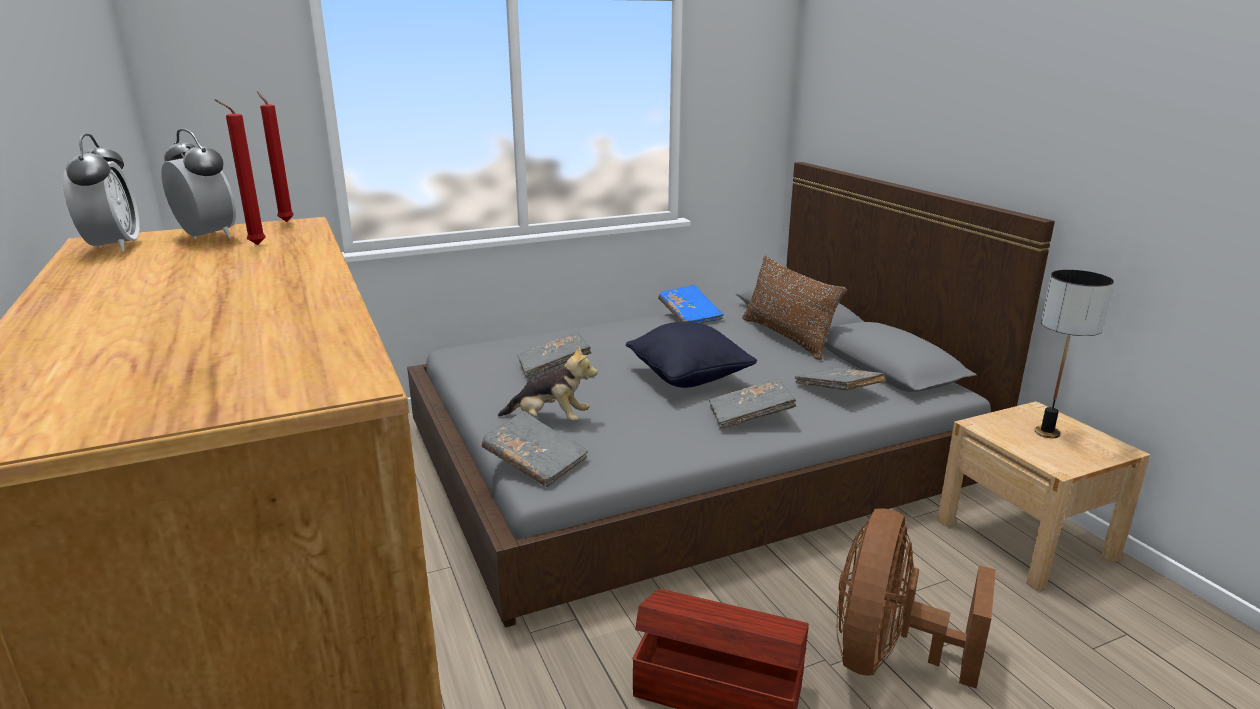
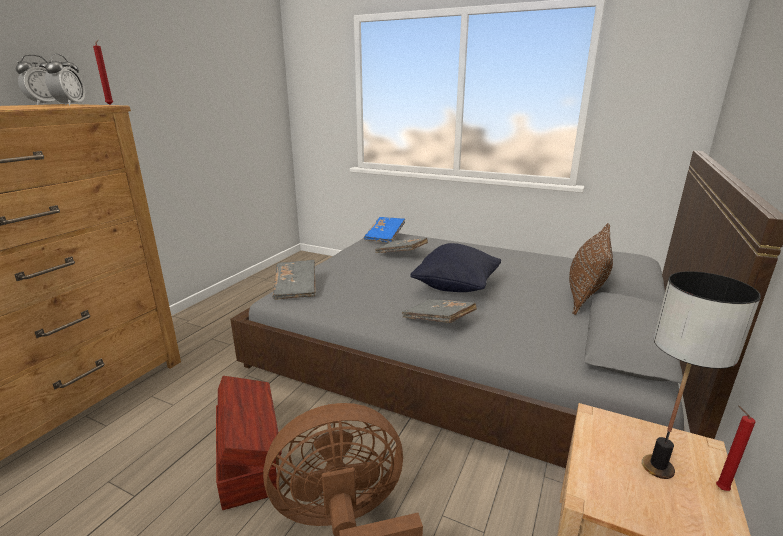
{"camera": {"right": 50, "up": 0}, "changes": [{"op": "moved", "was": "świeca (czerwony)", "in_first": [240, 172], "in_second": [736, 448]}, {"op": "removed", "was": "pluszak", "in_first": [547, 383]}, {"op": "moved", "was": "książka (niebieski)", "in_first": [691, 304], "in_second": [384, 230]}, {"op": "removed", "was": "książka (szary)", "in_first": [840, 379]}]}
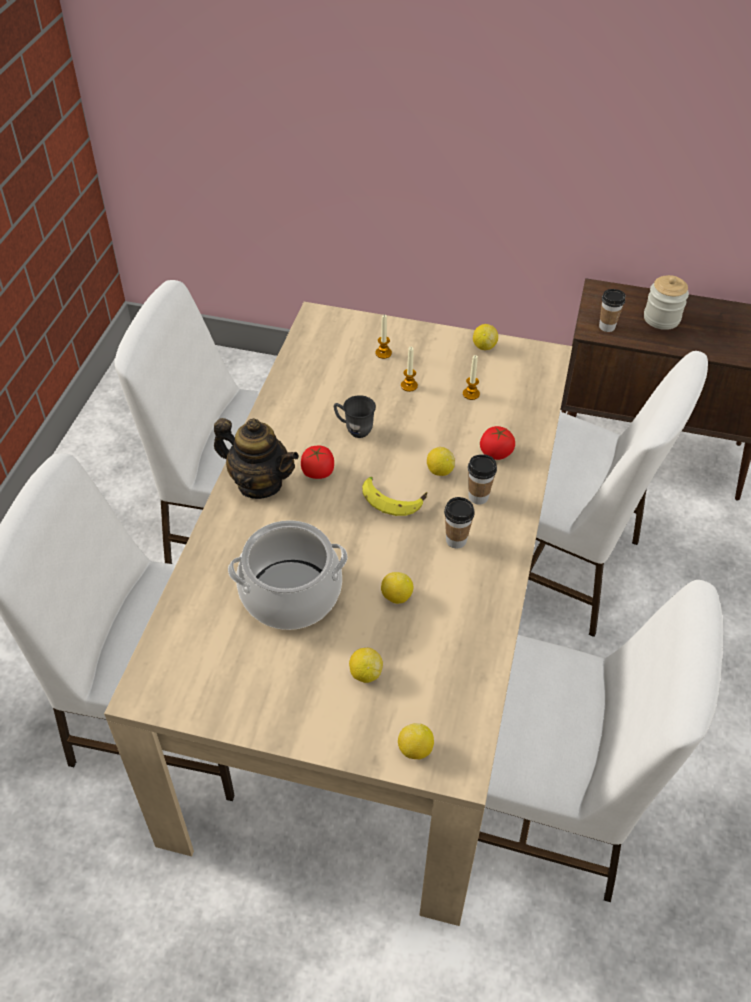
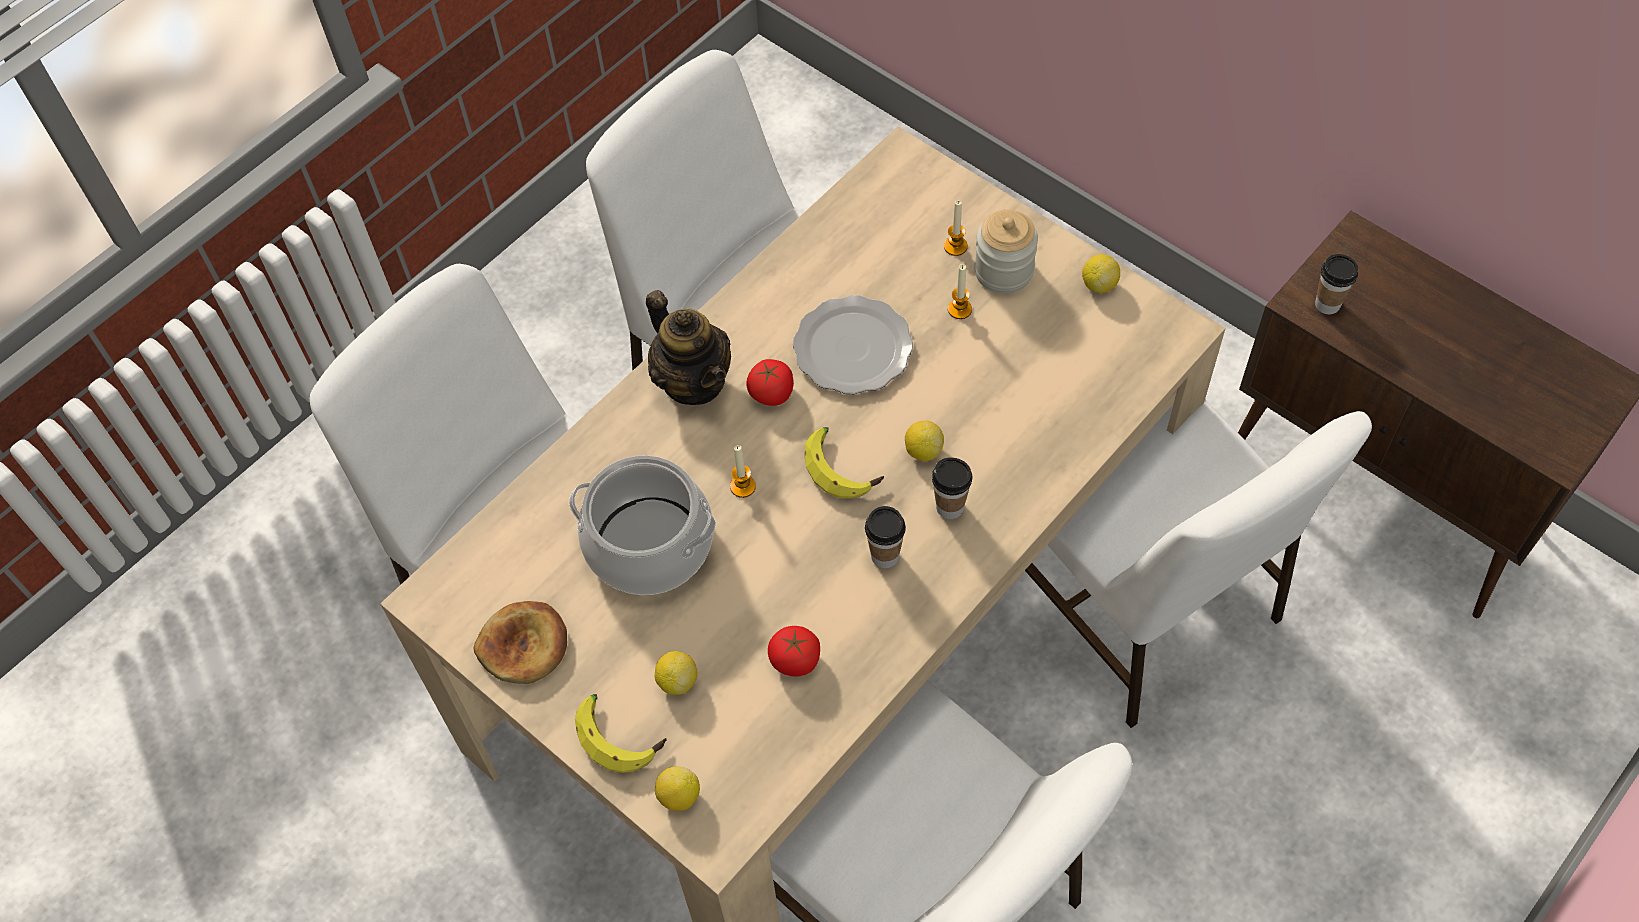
{"camera": {"right": 30, "up": 10}, "changes": [{"op": "replaced", "was": "kubek (szary)", "now": "talerz", "in_first": [355, 416], "in_second": [853, 344]}, {"op": "removed", "was": "cytryna", "in_first": [397, 588]}, {"op": "moved", "was": "świeca", "in_first": [471, 377], "in_second": [743, 471]}, {"op": "moved", "was": "pomidor", "in_first": [497, 443], "in_second": [794, 651]}, {"op": "moved", "was": "słoik", "in_first": [666, 302], "in_second": [1006, 251]}, {"op": "added", "now": "chleb", "in_second": [520, 642]}, {"op": "added", "now": "banan", "in_second": [621, 733]}]}
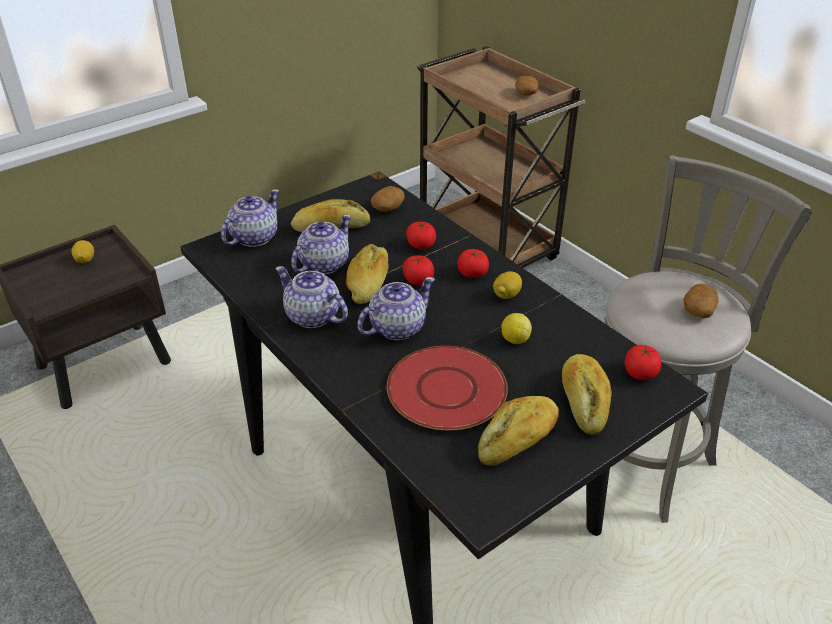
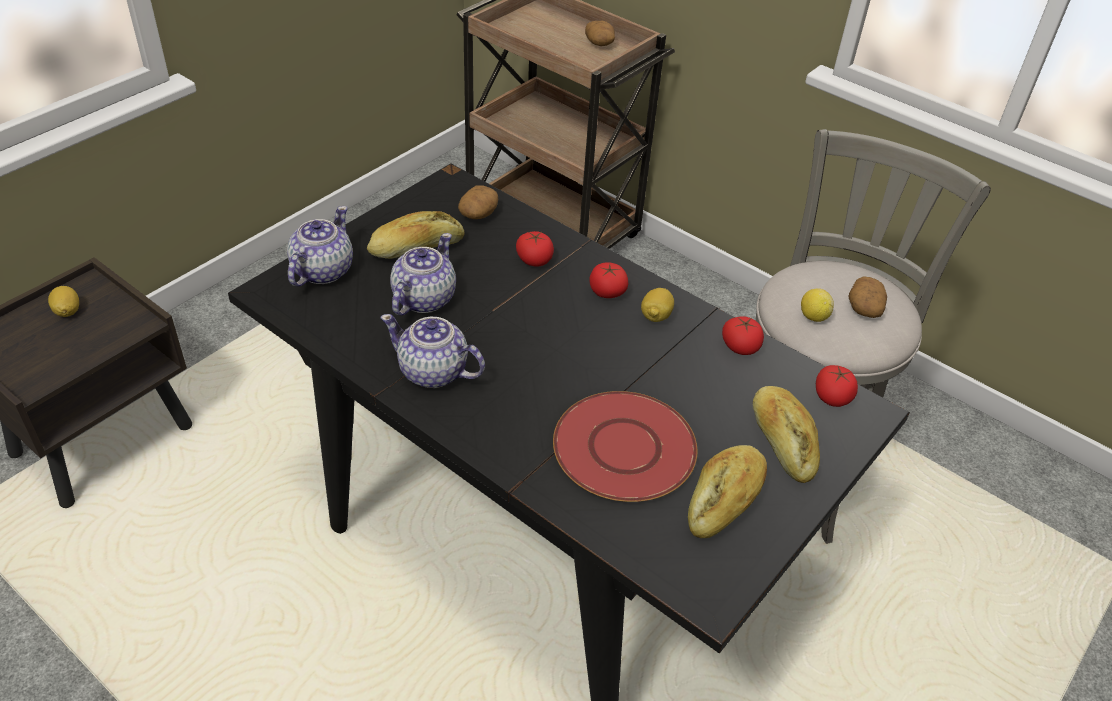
{"camera": {"right": -15, "up": 5}, "changes": [{"op": "removed", "was": "chleb", "in_first": [367, 274]}, {"op": "removed", "was": "imbryk", "in_first": [396, 308]}, {"op": "moved", "was": "pomidor", "in_first": [418, 270], "in_second": [743, 335]}, {"op": "moved", "was": "cytryna", "in_first": [517, 328], "in_second": [817, 305]}]}
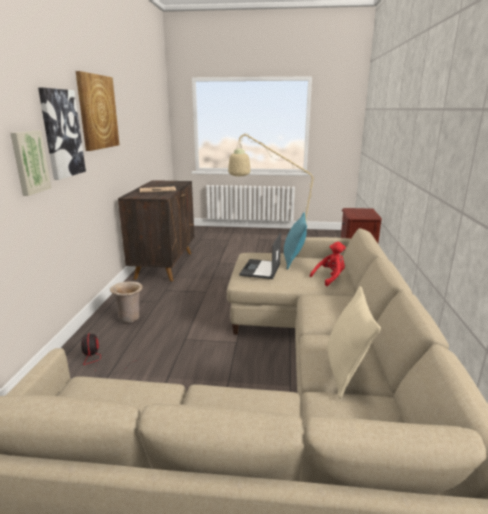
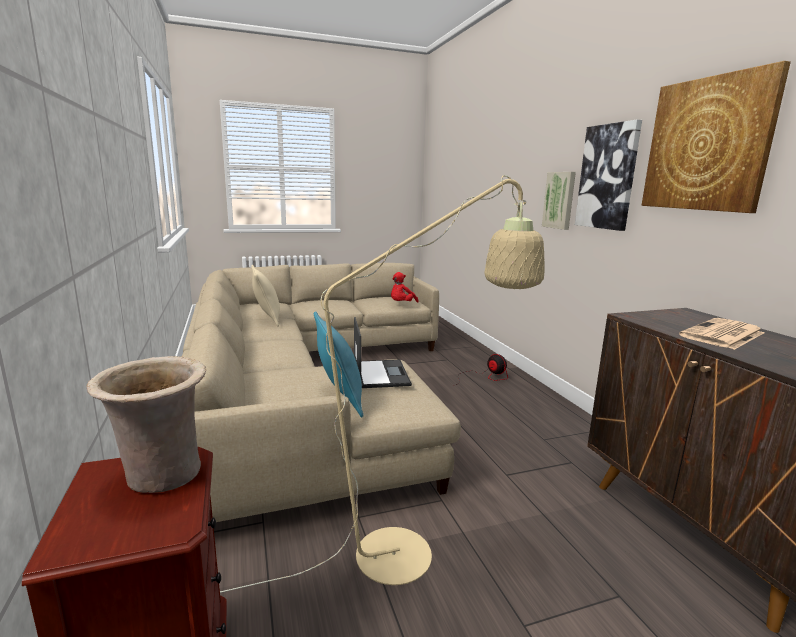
{"camera": {"right": 155, "up": -5}, "changes": [{"op": "moved", "was": "wazon (beżowy)", "in_first": [126, 302], "in_second": [146, 424]}, {"op": "moved", "was": "pluszak (czerwony)", "in_first": [328, 264], "in_second": [405, 287]}]}
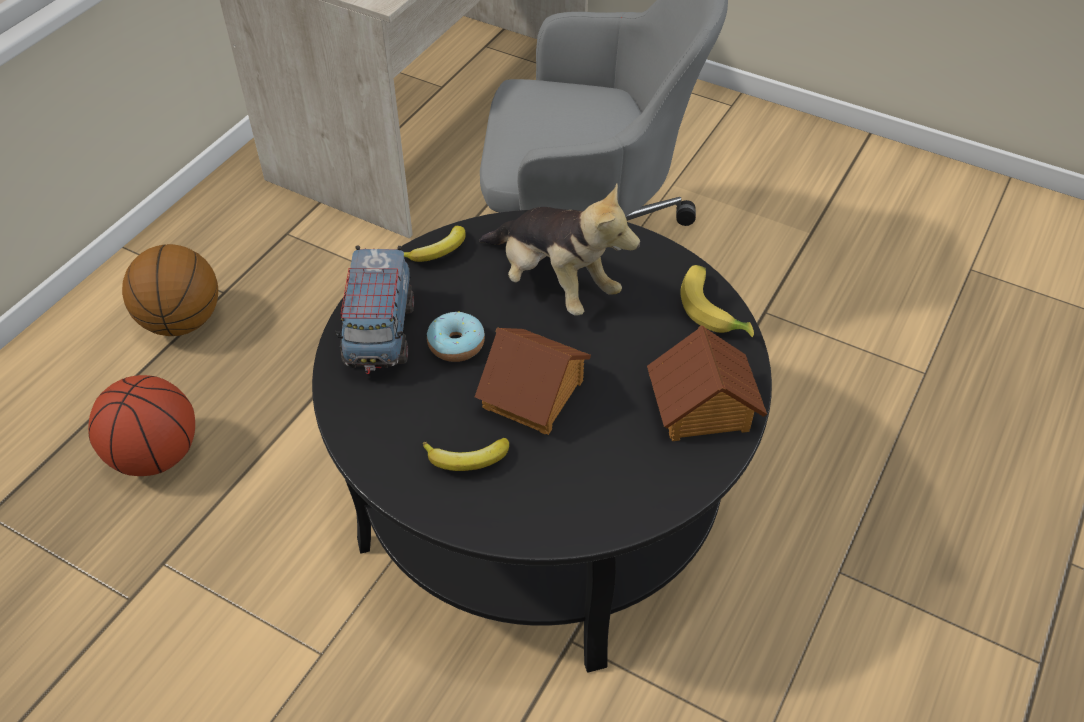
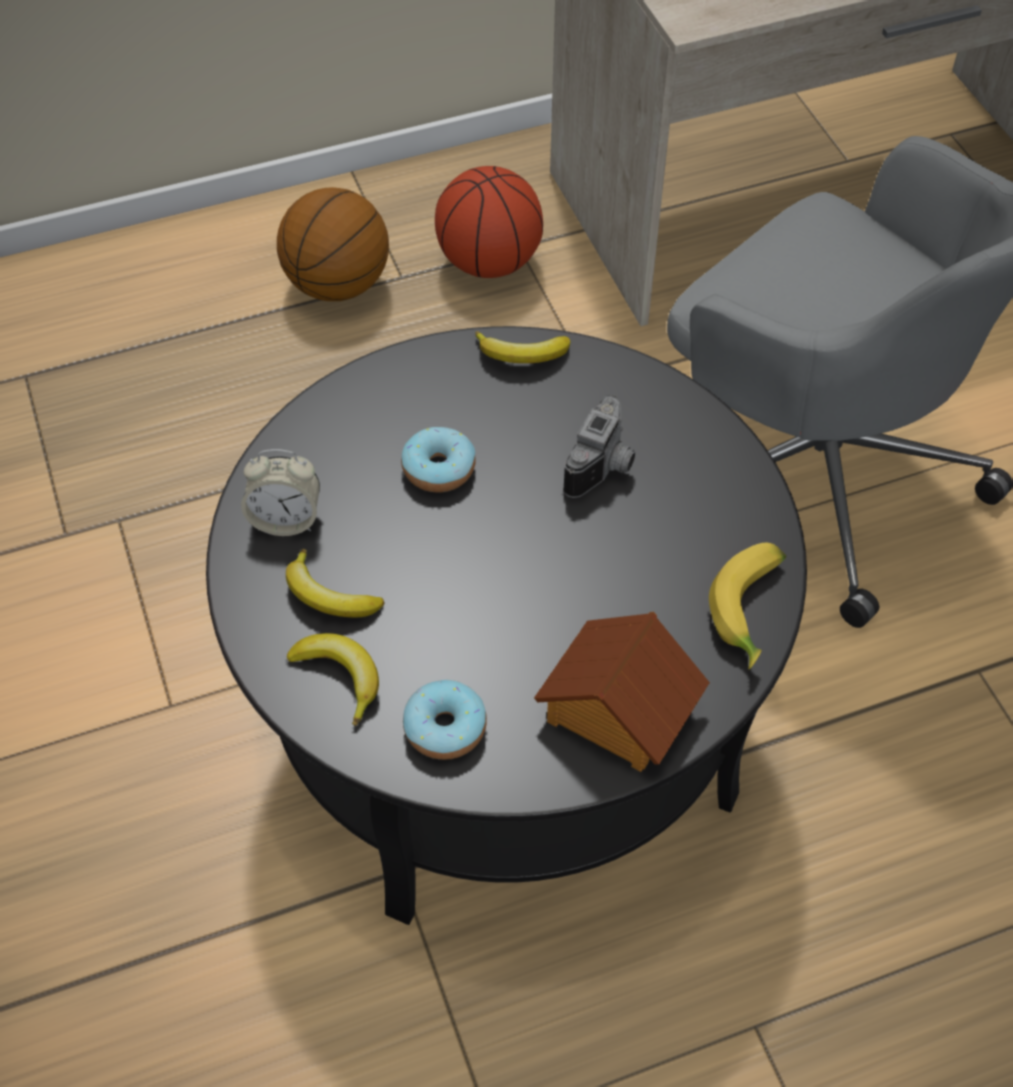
{"camera": {"right": 40, "up": 5}, "changes": [{"op": "moved", "was": "piłka do koszykówki", "in_first": [141, 425], "in_second": [489, 222]}, {"op": "removed", "was": "ciężarówka zabawkowa", "in_first": [374, 309]}, {"op": "removed", "was": "domek", "in_first": [533, 381]}, {"op": "replaced", "was": "pluszak", "now": "aparat fotograficzny", "in_first": [559, 249], "in_second": [599, 446]}, {"op": "added", "now": "budzik", "in_second": [280, 492]}, {"op": "added", "now": "banan", "in_second": [333, 679]}, {"op": "added", "now": "donut", "in_second": [445, 720]}]}
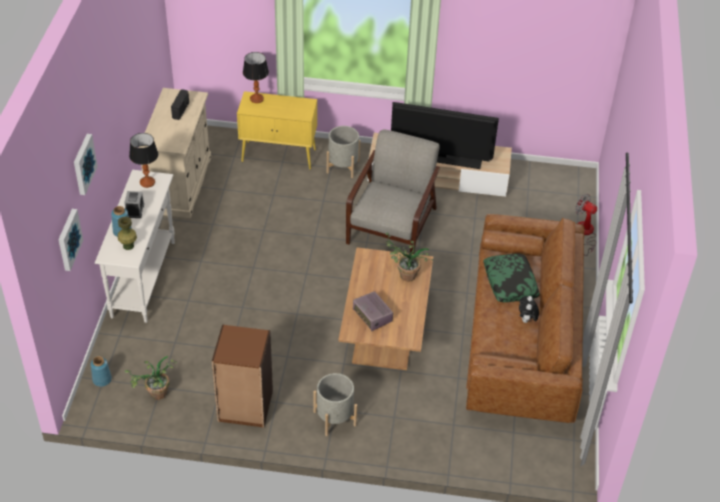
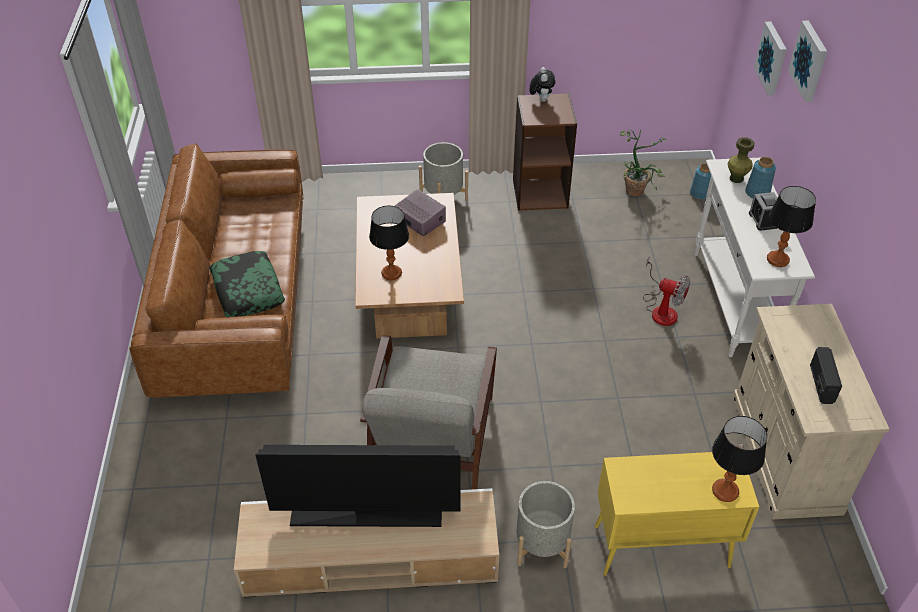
{"camera": {"right": 170, "up": 0}, "changes": [{"op": "replaced", "was": "roślina doniczkowa", "now": "lampa stołowa", "in_first": [409, 257], "in_second": [389, 243]}, {"op": "moved", "was": "pluszak", "in_first": [529, 309], "in_second": [542, 84]}, {"op": "moved", "was": "wentylator", "in_first": [586, 225], "in_second": [666, 291]}]}
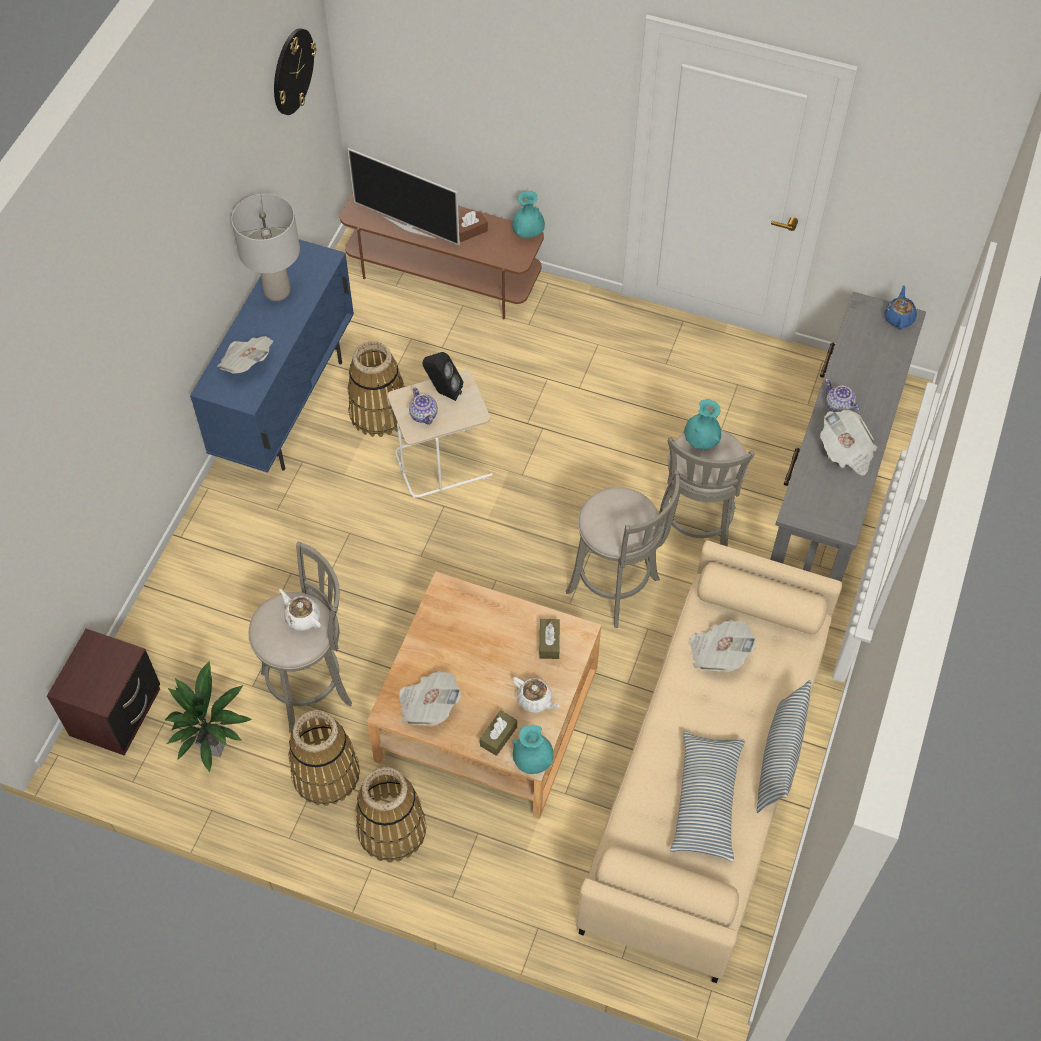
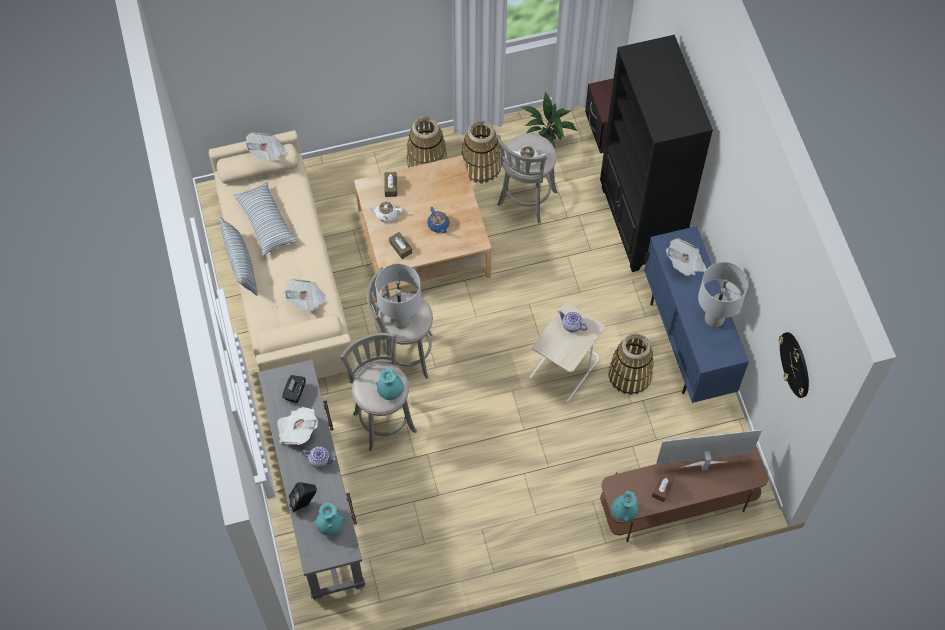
{"camera": {"right": 145, "up": 5}, "changes": [{"op": "moved", "was": "gazeta", "in_first": [430, 698], "in_second": [266, 147]}, {"op": "moved", "was": "głośnik (czarny)", "in_first": [443, 376], "in_second": [303, 497]}, {"op": "moved", "was": "wazon (turkusowy)", "in_first": [533, 749], "in_second": [329, 519]}, {"op": "moved", "was": "imbryk (niebieski)", "in_first": [900, 307], "in_second": [438, 220]}, {"op": "added", "now": "pudełko chusteczek (czarny)", "in_second": [294, 389]}, {"op": "added", "now": "lampa stołowa (szary)", "in_second": [398, 296]}, {"op": "added", "now": "regał (czarny)", "in_second": [656, 153]}]}
